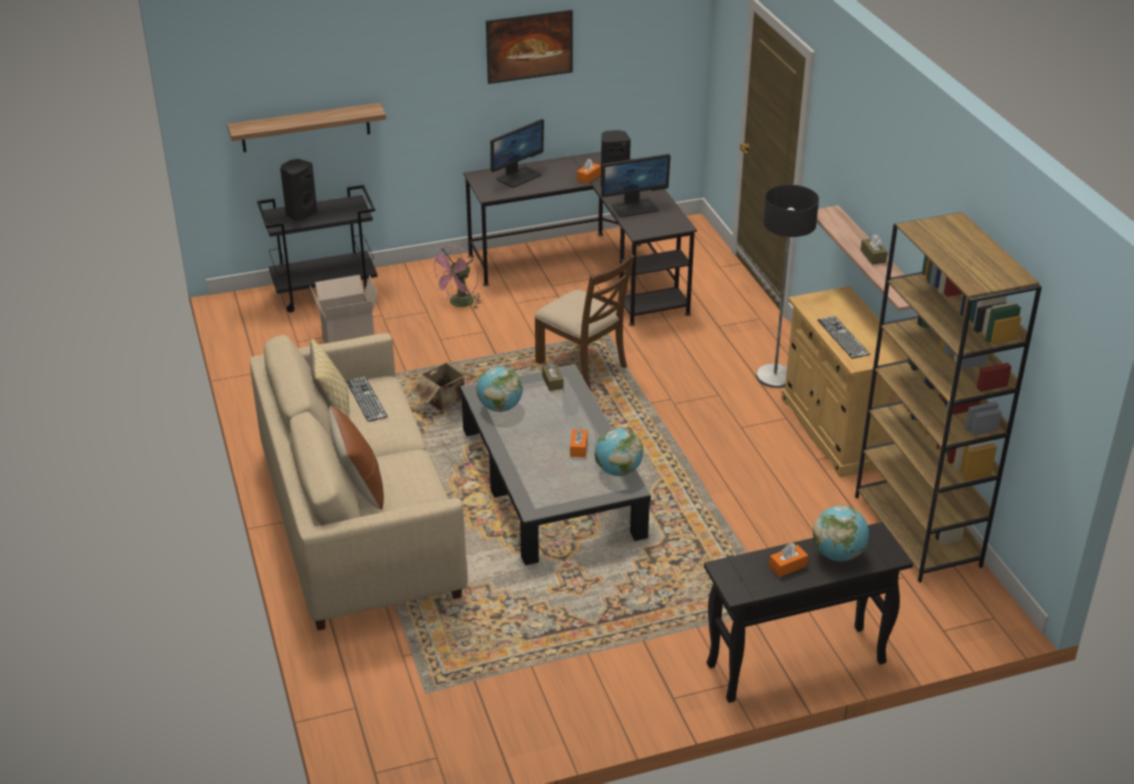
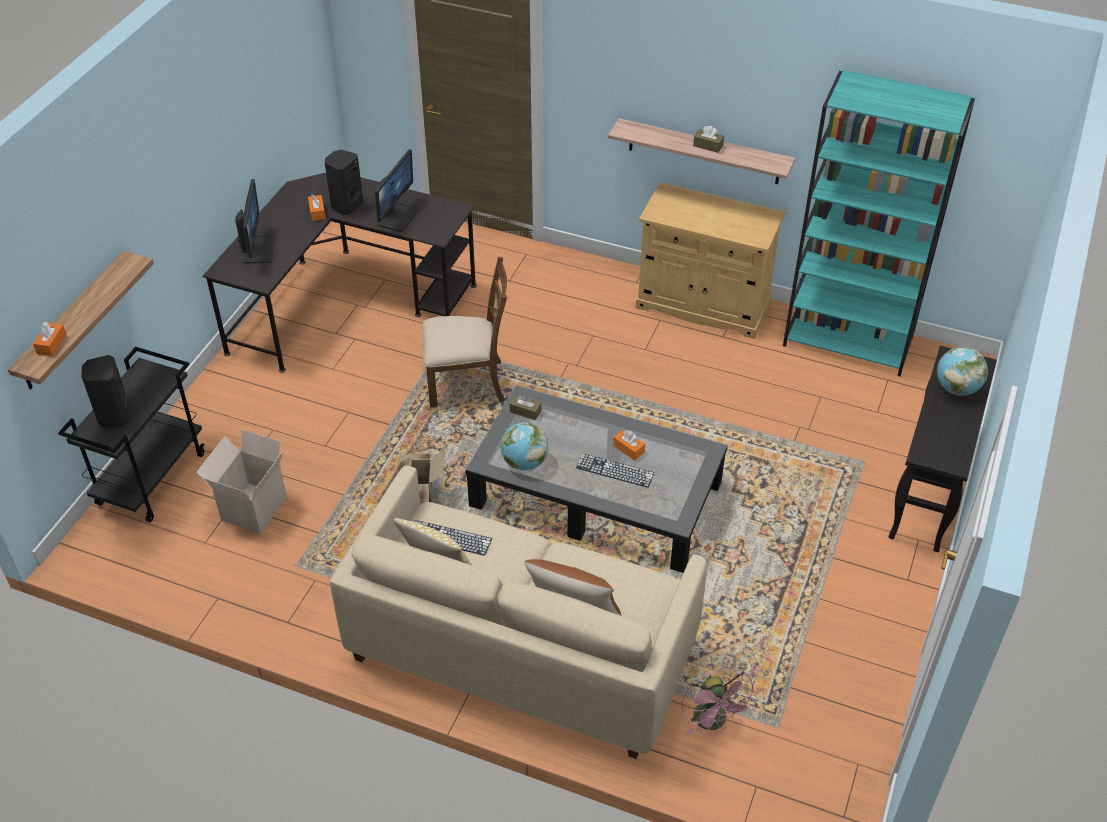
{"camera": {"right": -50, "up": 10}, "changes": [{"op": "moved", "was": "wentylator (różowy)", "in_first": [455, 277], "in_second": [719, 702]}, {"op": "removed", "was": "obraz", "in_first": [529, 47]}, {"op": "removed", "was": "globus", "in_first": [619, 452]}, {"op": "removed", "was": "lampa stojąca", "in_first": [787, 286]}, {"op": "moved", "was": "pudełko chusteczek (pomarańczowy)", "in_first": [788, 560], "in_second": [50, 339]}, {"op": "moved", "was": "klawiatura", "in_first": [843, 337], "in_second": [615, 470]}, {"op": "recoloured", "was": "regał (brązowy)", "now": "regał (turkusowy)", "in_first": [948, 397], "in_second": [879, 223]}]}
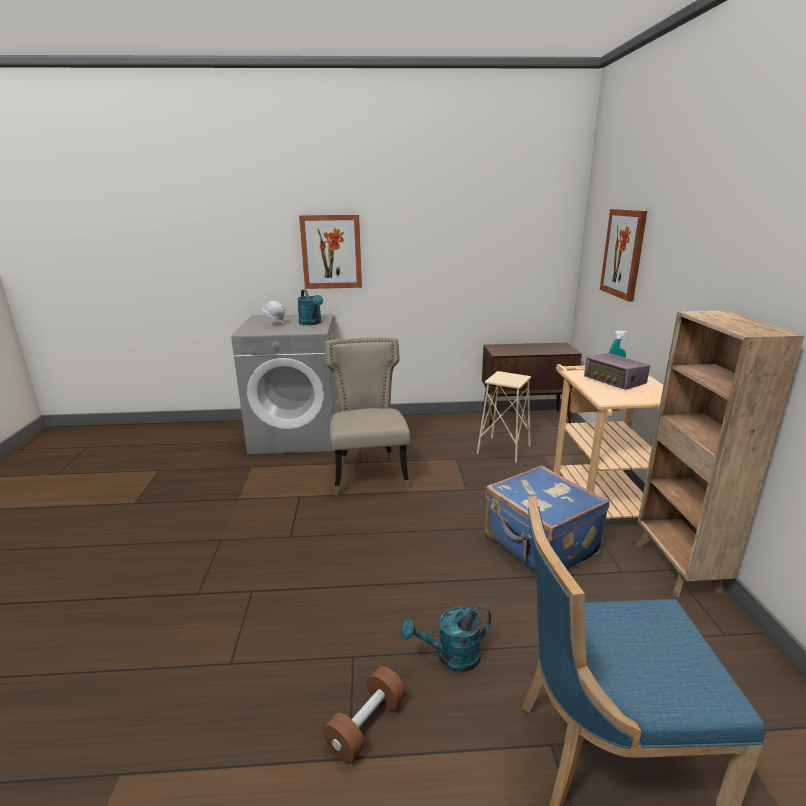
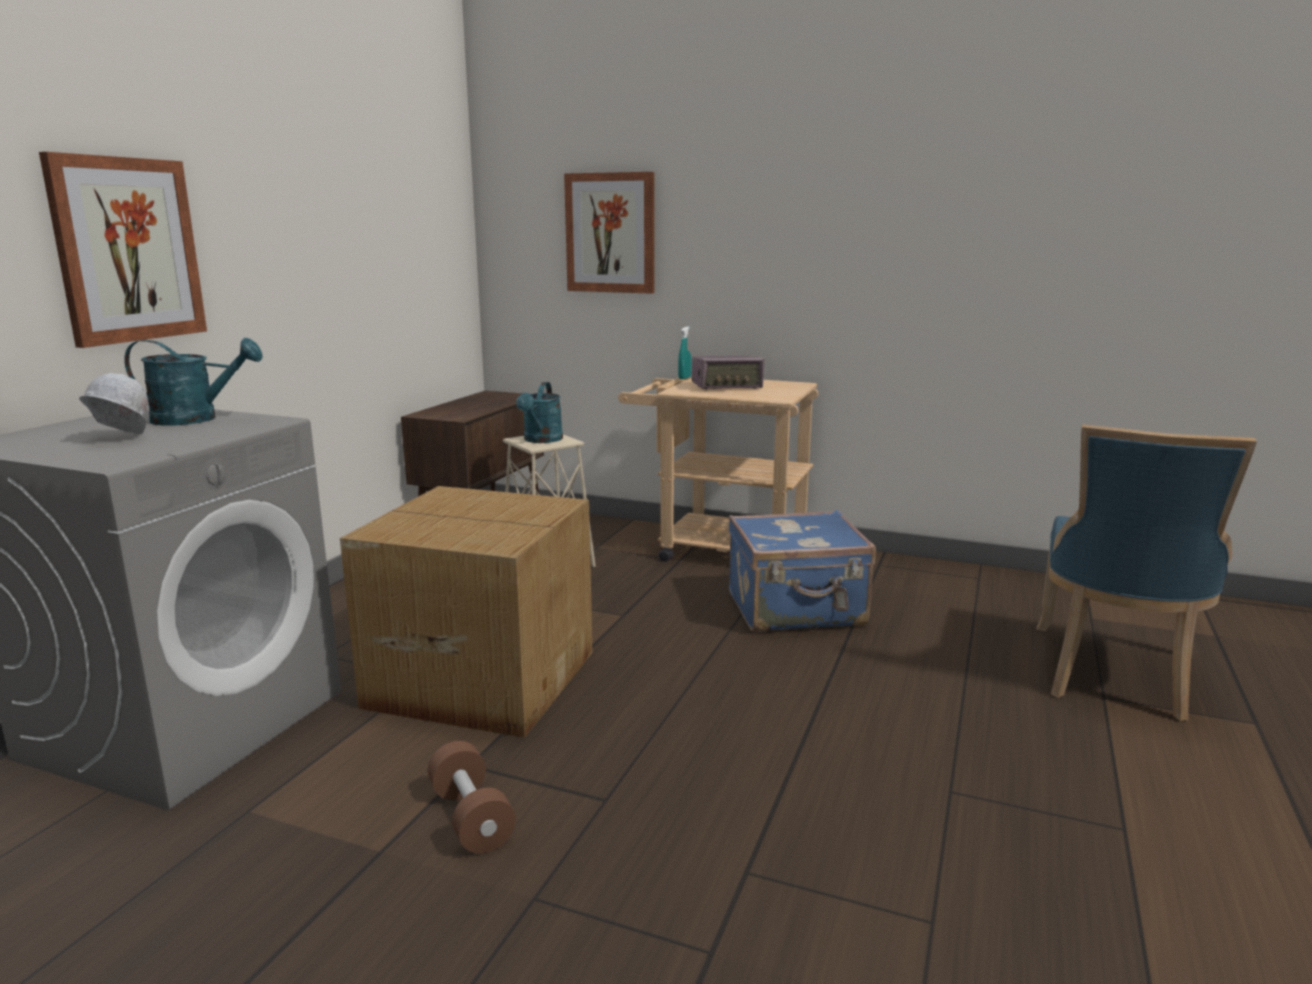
{"camera": {"right": -65, "up": -5}, "changes": [{"op": "moved", "was": "hantel (brązowy)", "in_first": [364, 714], "in_second": [472, 797]}, {"op": "replaced", "was": "krzesło (beżowy)", "now": "karton", "in_first": [367, 416], "in_second": [466, 612]}, {"op": "moved", "was": "konewka (turkusowy)", "in_first": [446, 638], "in_second": [539, 412]}, {"op": "removed", "was": "regał (brązowy)", "in_first": [719, 454]}]}
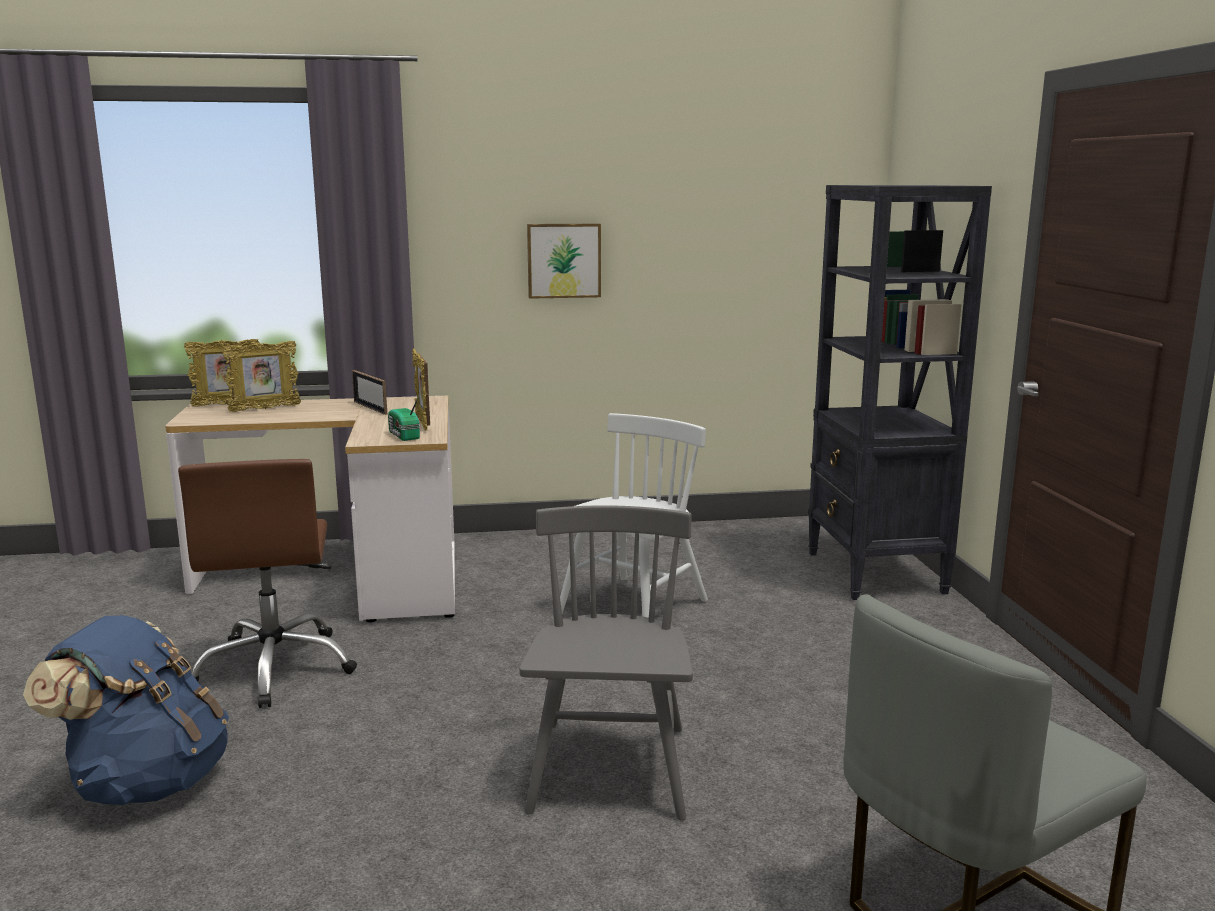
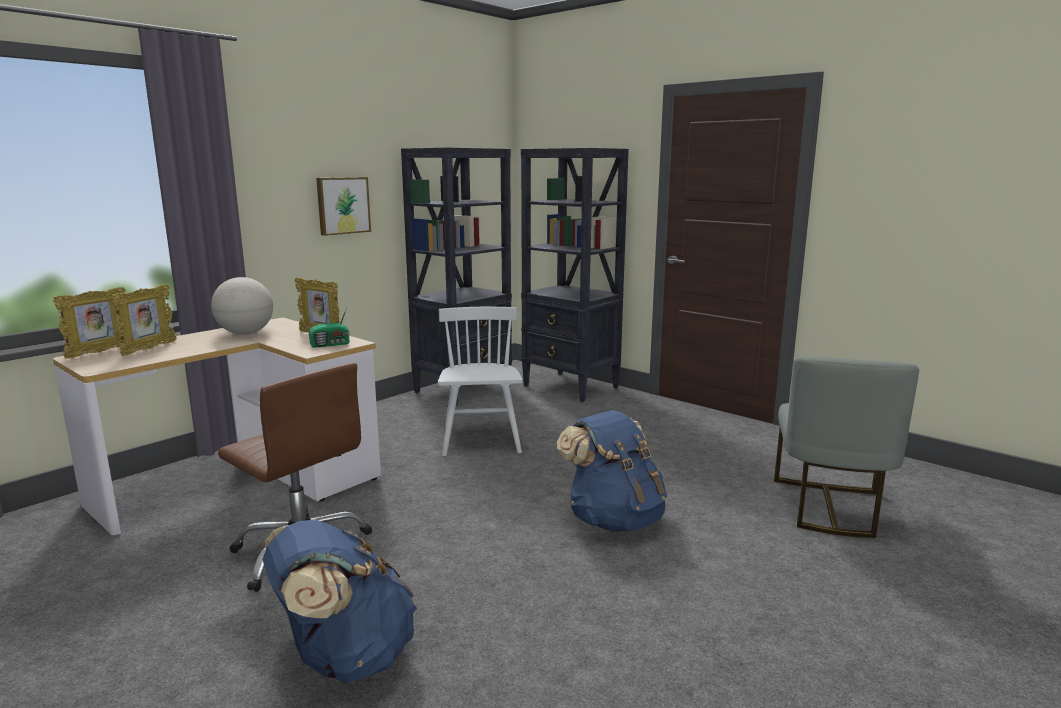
{"camera": {"right": -40, "up": 0}, "changes": [{"op": "replaced", "was": "ramka na zdjęcie", "now": "globus", "in_first": [369, 392], "in_second": [242, 306]}, {"op": "turned", "was": "radio", "in_first": [404, 417], "in_second": [329, 326], "clockwise": -45}, {"op": "replaced", "was": "krzesło (szary)", "now": "plecak (niebieski)", "in_first": [606, 662], "in_second": [612, 471]}, {"op": "added", "now": "regał (czarny)", "in_second": [456, 276]}]}
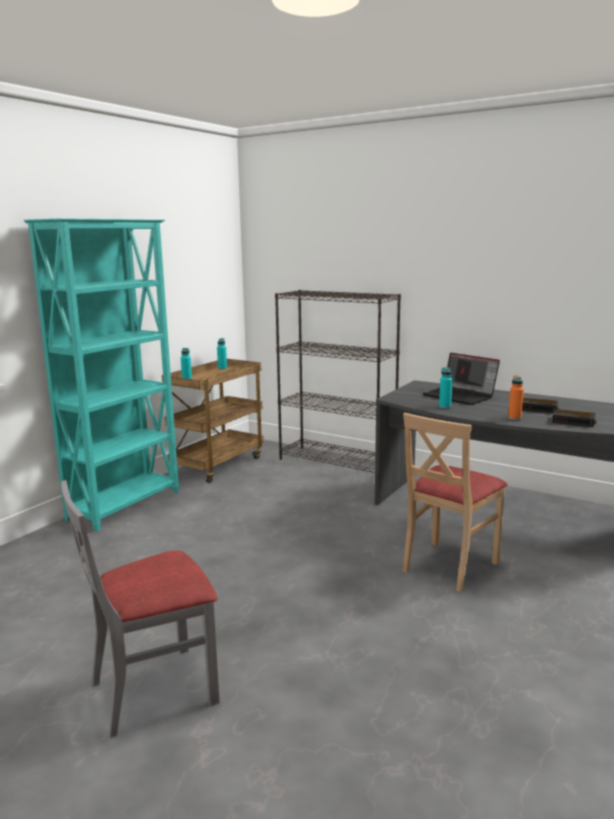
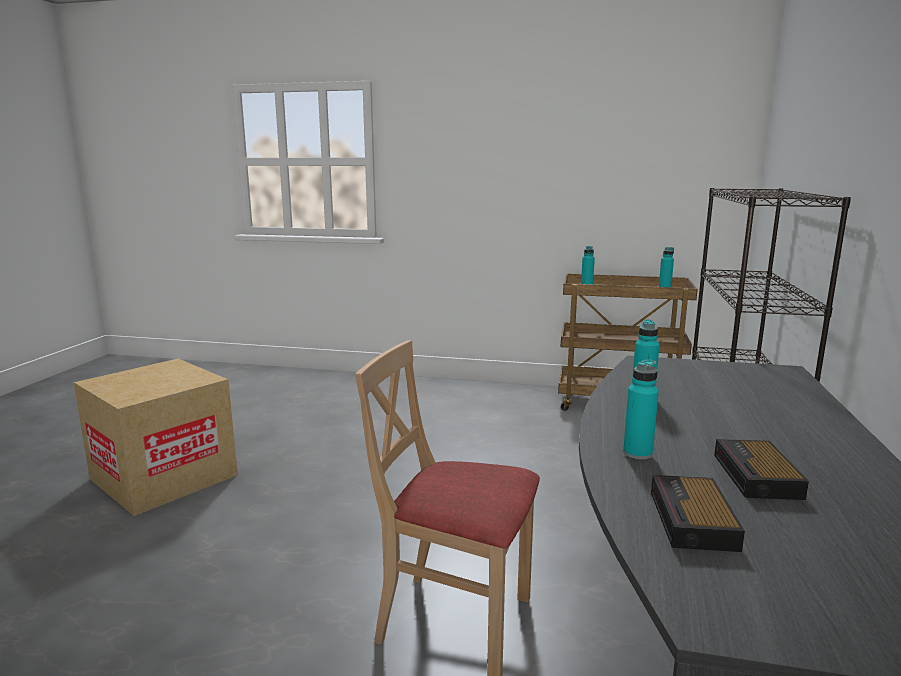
{"camera": {"right": 70, "up": 0}, "changes": [{"op": "removed", "was": "regał (turkusowy)", "in_first": [101, 374]}, {"op": "replaced", "was": "krzesło (szary)", "now": "karton", "in_first": [140, 609], "in_second": [156, 437]}, {"op": "removed", "was": "laptop", "in_first": [461, 379]}, {"op": "recoloured", "was": "butelka (pomarańczowy)", "now": "butelka (turkusowy)", "in_first": [516, 397], "in_second": [641, 410]}]}
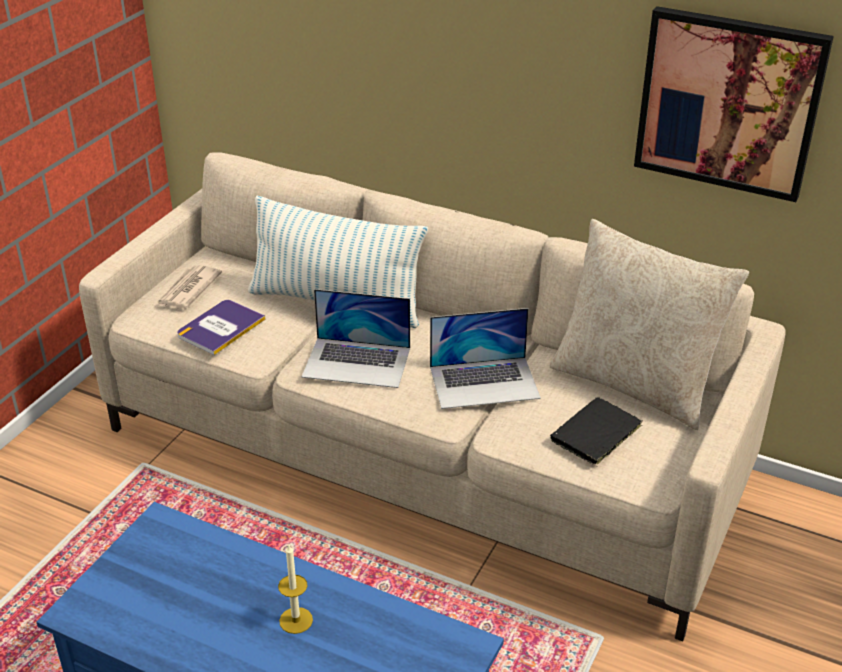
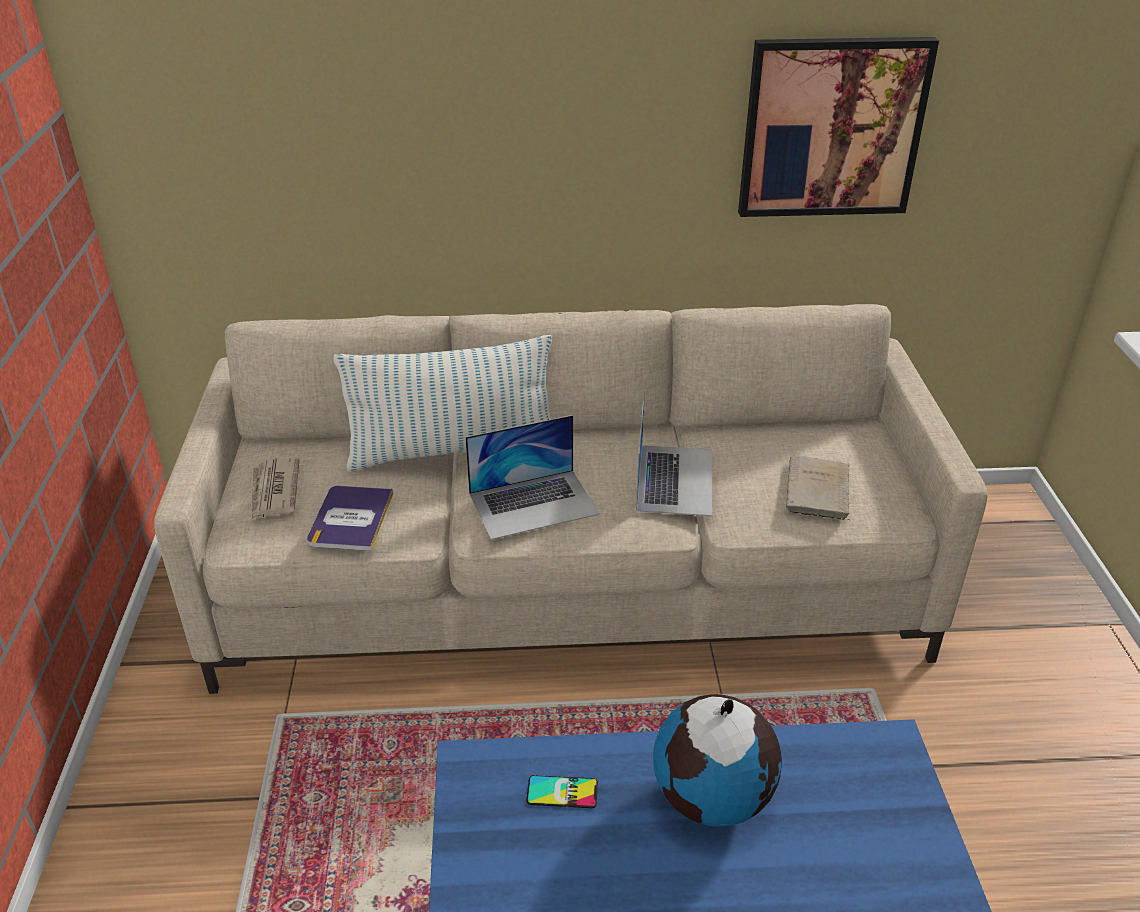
{"camera": {"right": -30, "up": 0}, "changes": [{"op": "replaced", "was": "świeca", "now": "globus", "in_first": [295, 589], "in_second": [717, 760]}, {"op": "turned", "was": "laptop", "in_first": [485, 358], "in_second": [674, 453], "clockwise": -45}, {"op": "removed", "was": "poduszka (beżowy)", "in_first": [649, 324]}, {"op": "recoloured", "was": "książka (czarny)", "now": "książka (beżowy)", "in_first": [596, 432], "in_second": [818, 488]}, {"op": "added", "now": "telefon", "in_second": [562, 791]}]}
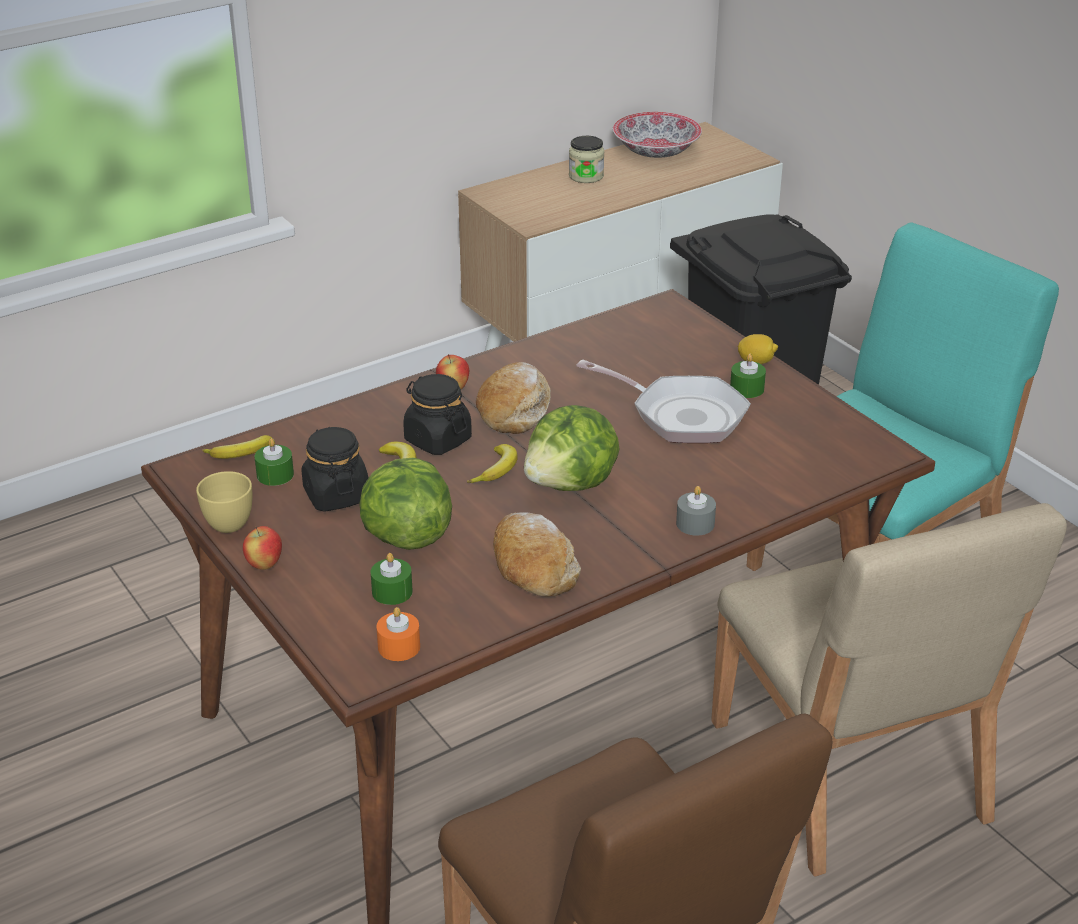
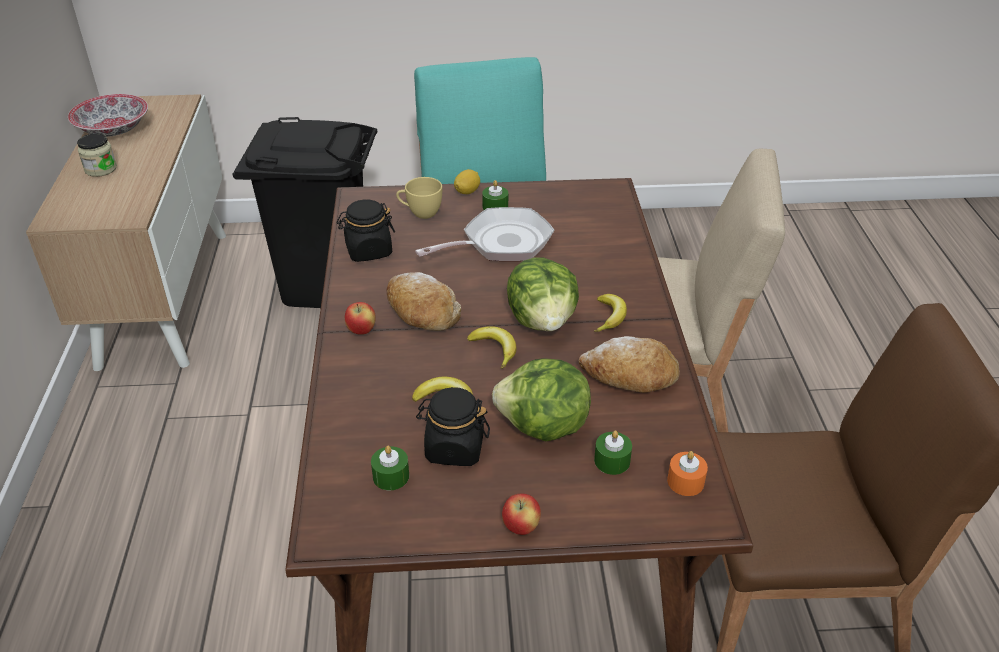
{"camera": {"right": -60, "up": 5}, "changes": [{"op": "moved", "was": "filiżanka (żółty)", "in_first": [224, 502], "in_second": [419, 198]}, {"op": "moved", "was": "banan", "in_first": [237, 447], "in_second": [610, 313]}, {"op": "moved", "was": "słoik (czarny)", "in_first": [437, 414], "in_second": [366, 231]}, {"op": "removed", "was": "świeca (szary)", "in_first": [696, 511]}]}
